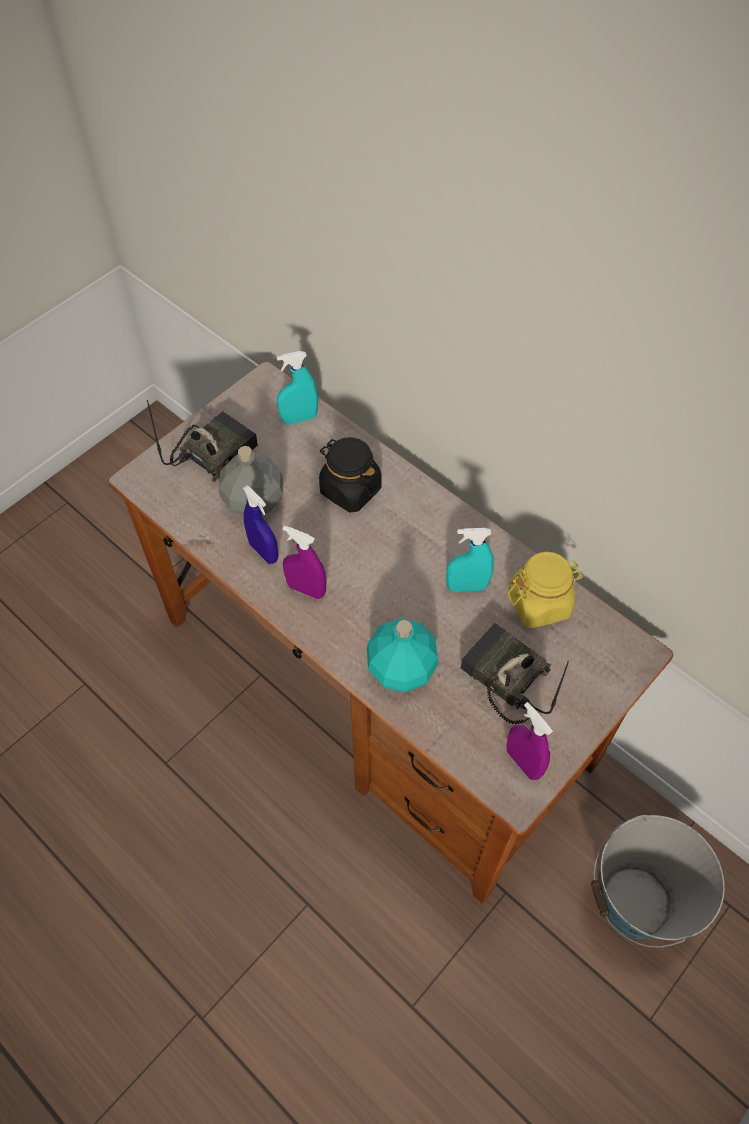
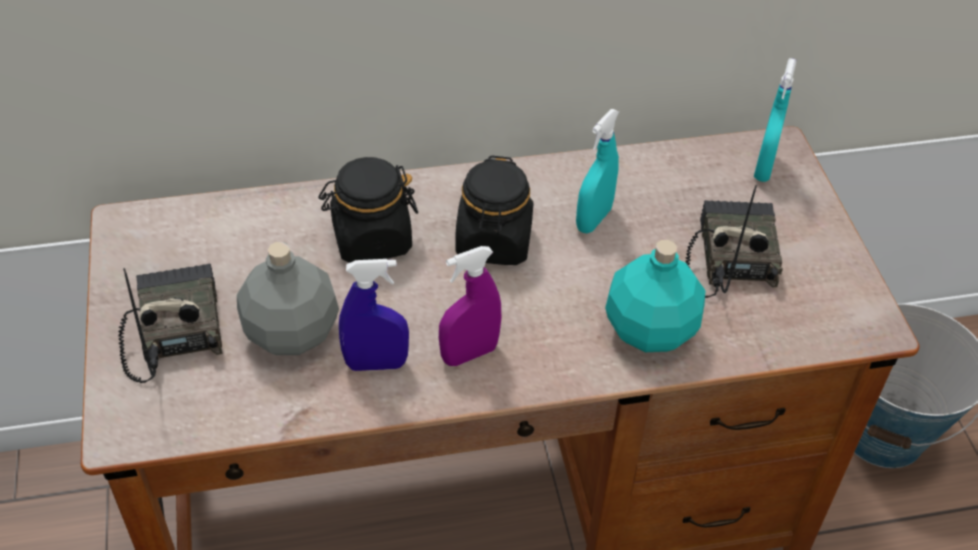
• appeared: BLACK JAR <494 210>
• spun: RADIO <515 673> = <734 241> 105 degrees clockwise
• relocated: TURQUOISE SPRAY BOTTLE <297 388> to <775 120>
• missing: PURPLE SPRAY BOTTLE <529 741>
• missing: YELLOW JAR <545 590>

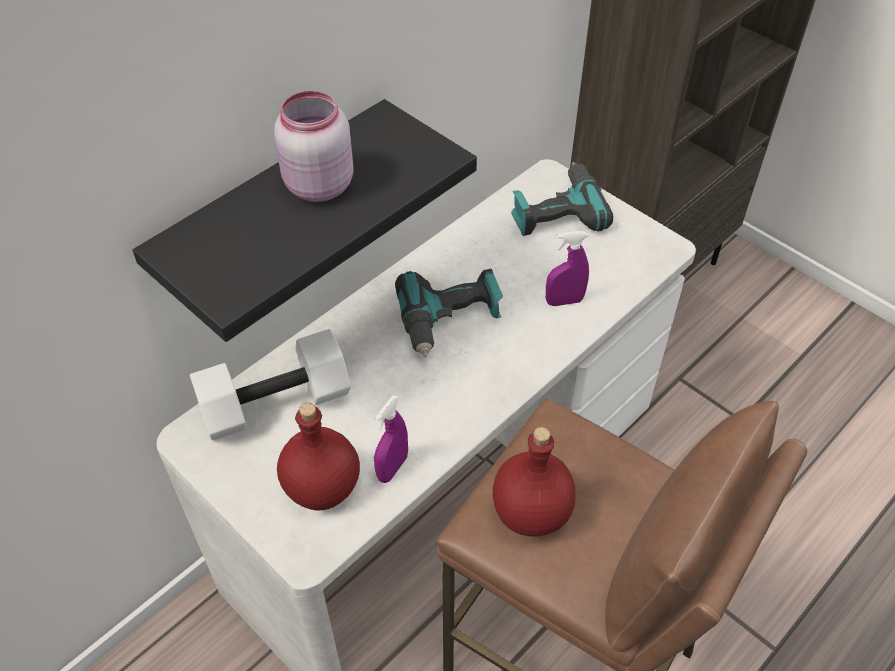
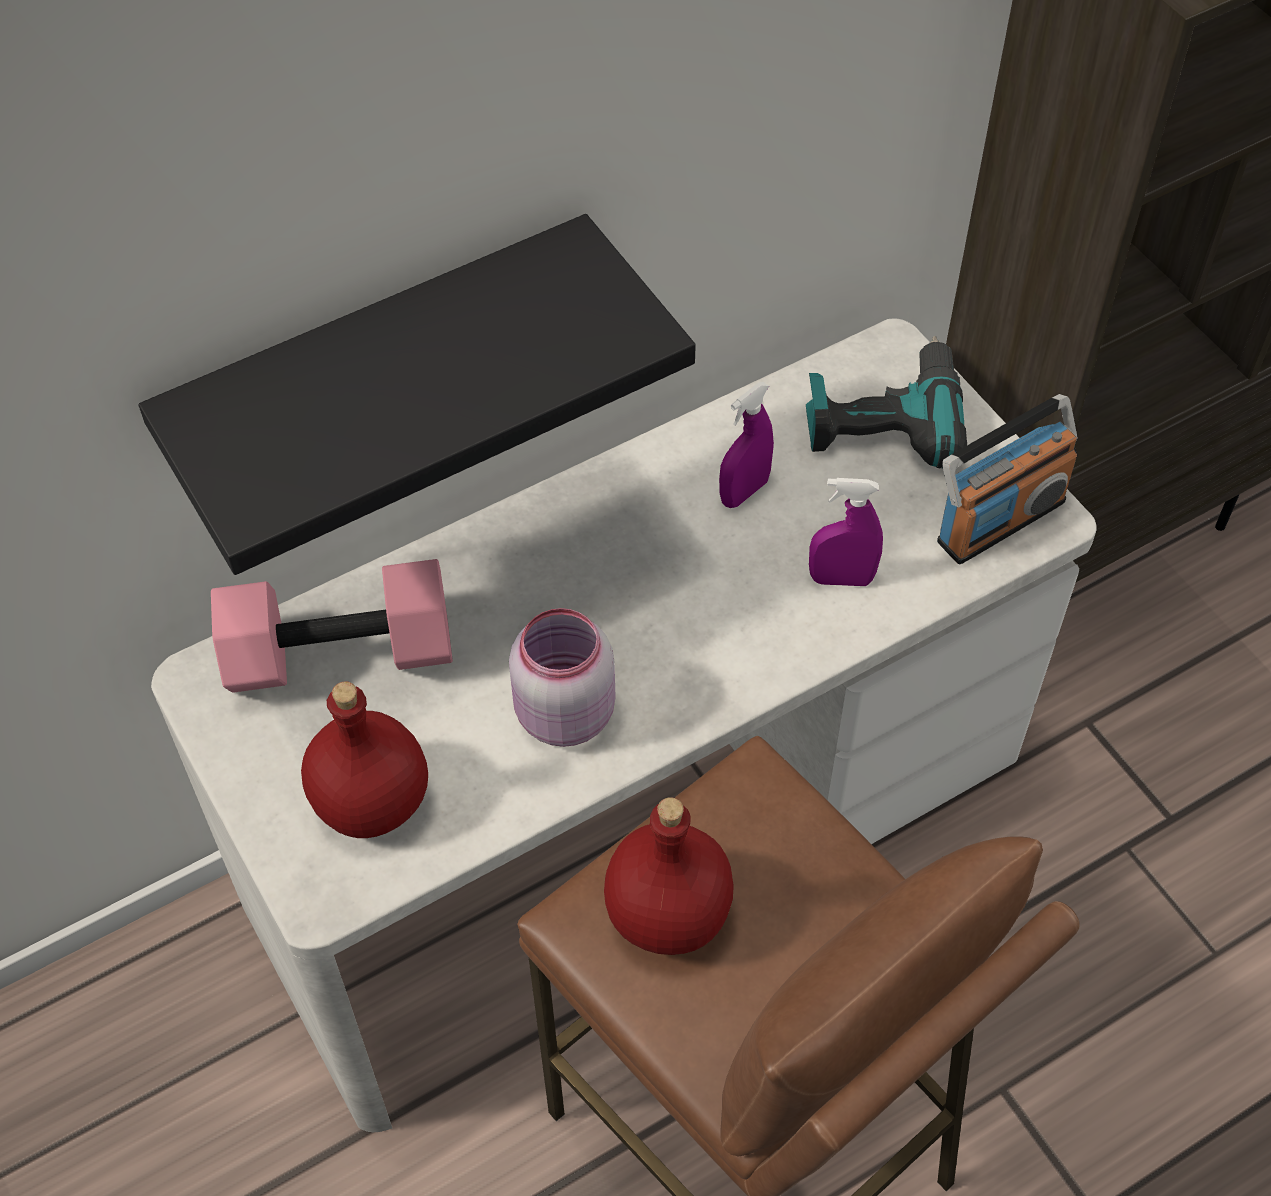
• colour: WHITE DUMBBELL <270 385> to PINK DUMBBELL <332 626>
• relocated: PINK JAR <314 146> to <562 677>
• relocated: PURPLE SPRAY BOTTLE <391 439> to <746 445>
• appeared: RADIO <1007 479>
• missing: POWER DRILL <449 313>

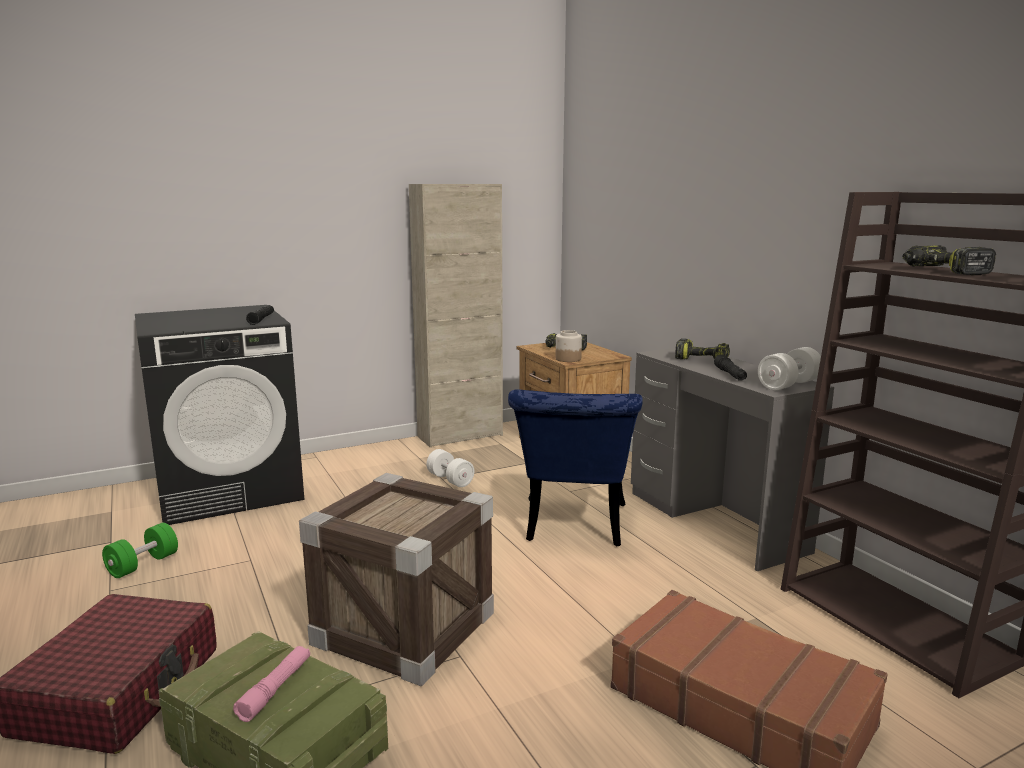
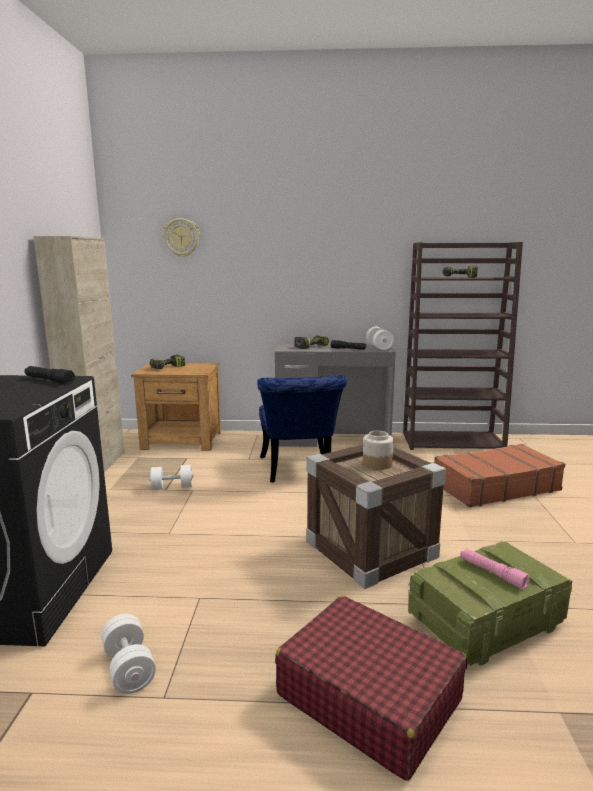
• colour: GREEN DUMBBELL <140 550> to WHITE DUMBBELL <128 654>
• appeared: WALL CLOCK <181 237>
• spun: BLUE CHAIR <575 468> = <302 429> 45 degrees clockwise
• relocated: JAR <569 346> to <378 450>

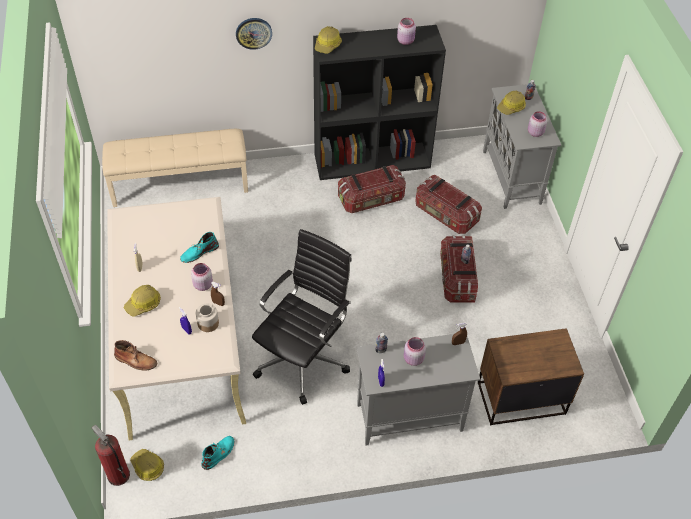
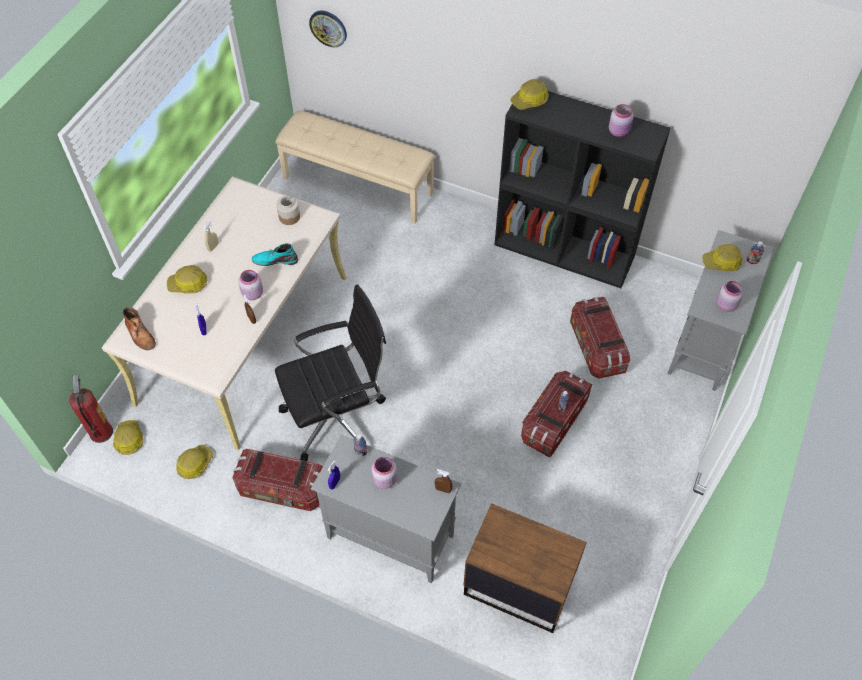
• exchanged: TURQUOISE BOOT <217 453> to HARD HAT <194 461>
• relocated: STORAGE BOX <372 189> to <277 480>
• relocated: JAR <207 318> to <288 210>
• relocated: WALL CLOCK <254 34> to <328 29>

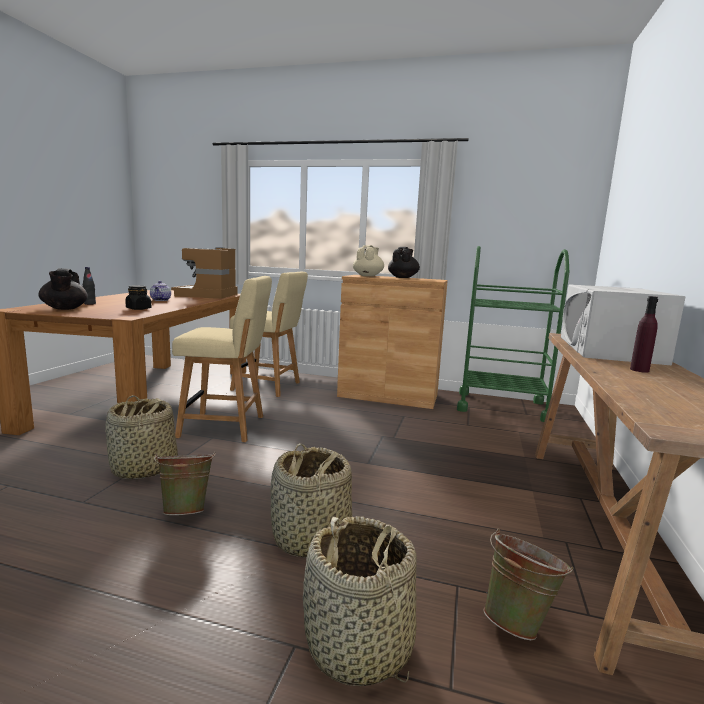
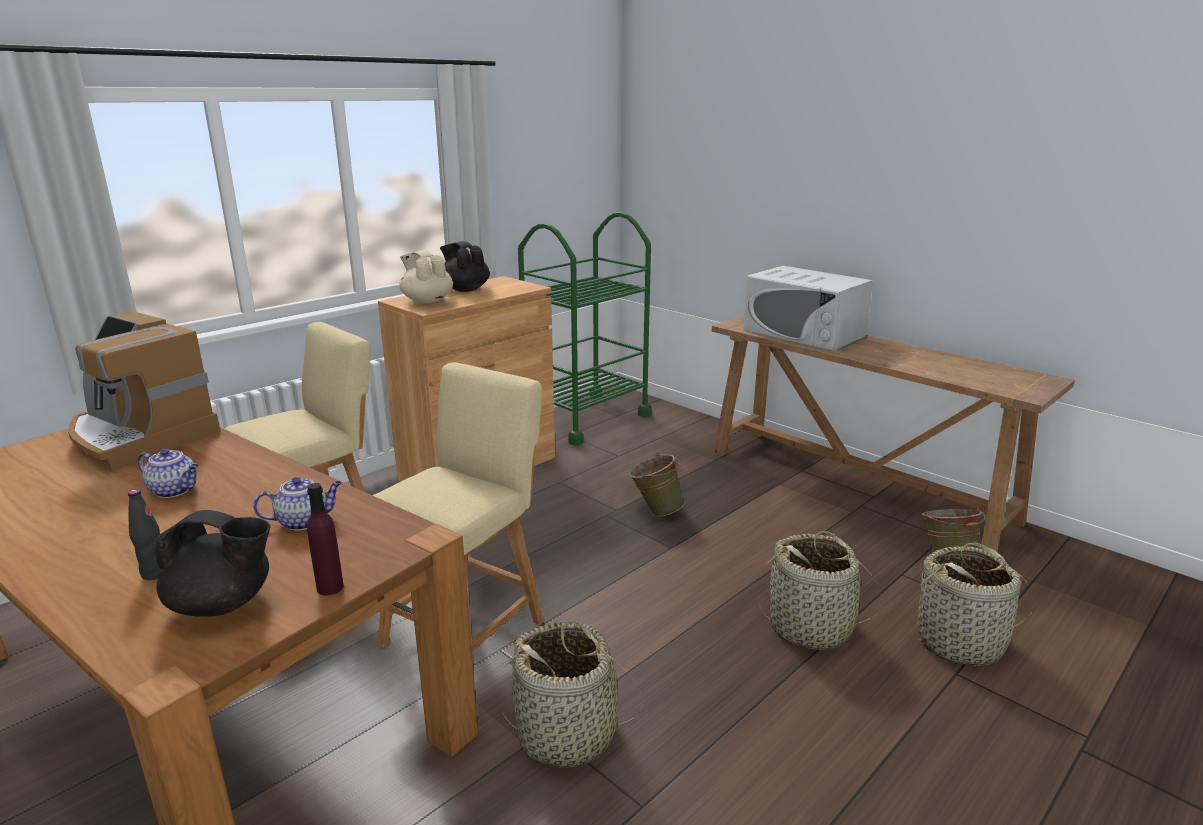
• exchanged: BLACK JAR <138 297> to TEAPOT <297 503>
• relocated: PURPLE BOTTLE <644 334> to <325 539>
• relocated: GREEN BUCKET <184 483> to <657 485>

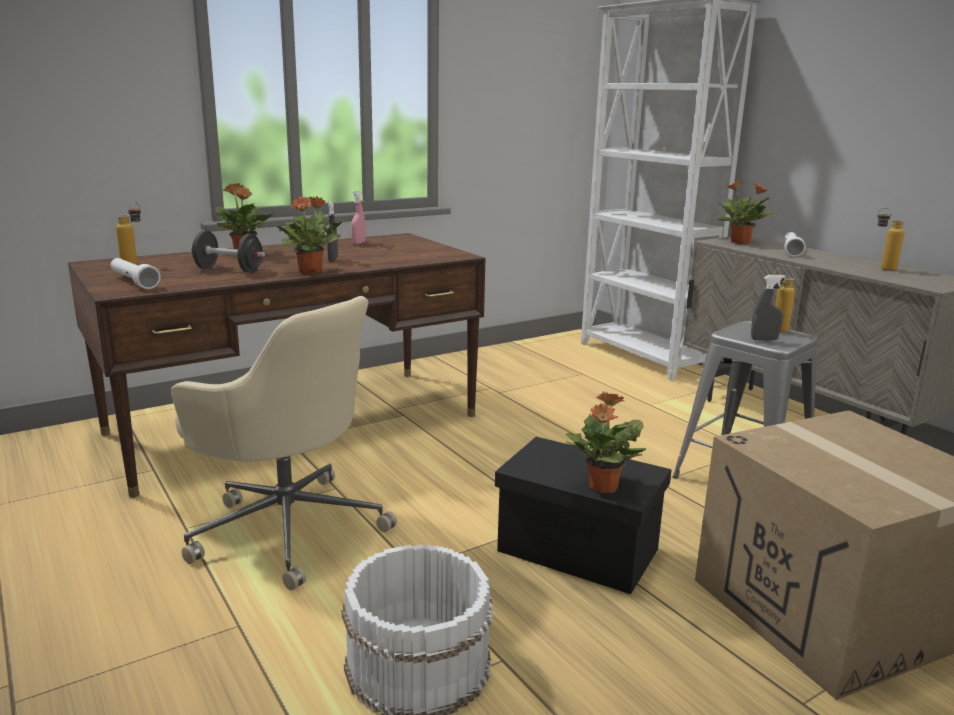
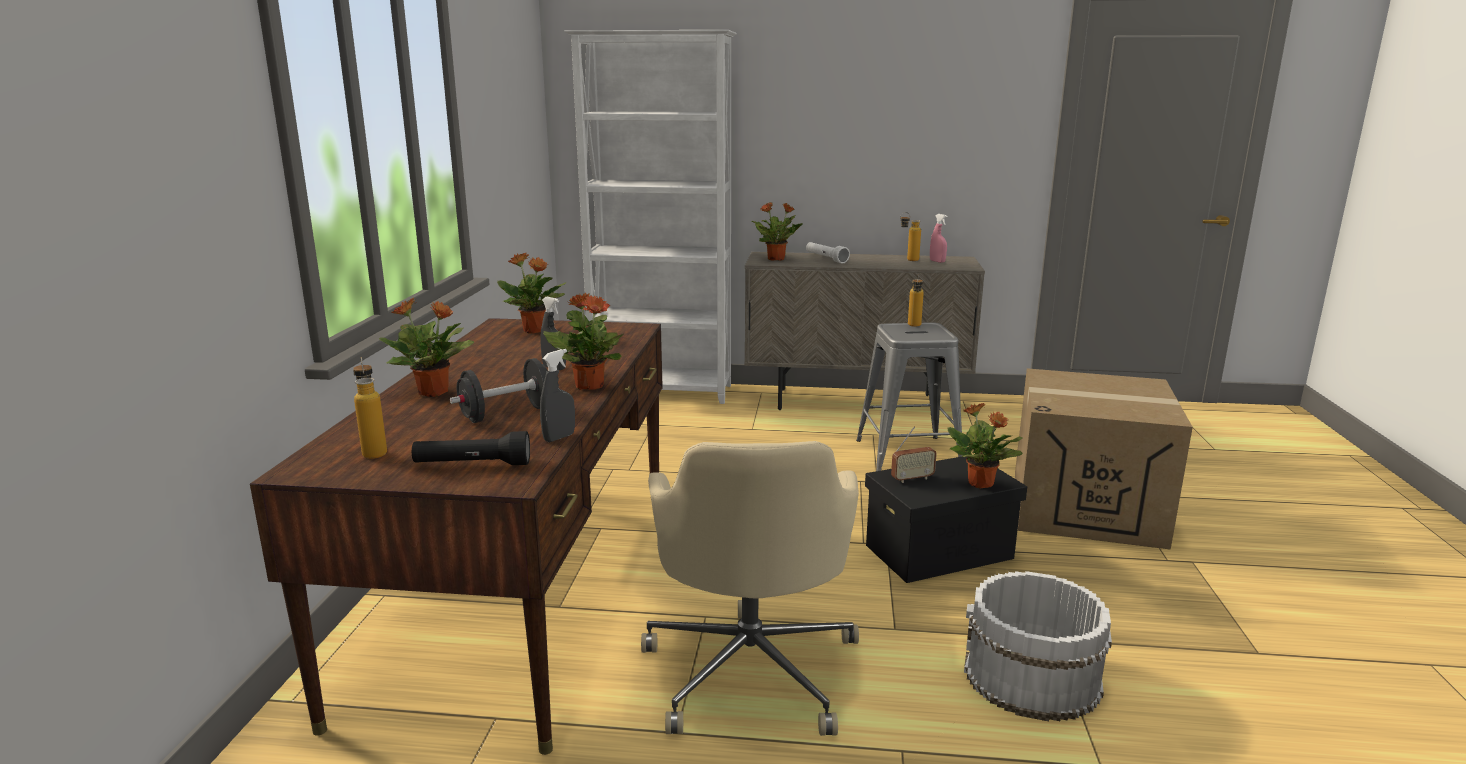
• colour: WHITE FLASHLIGHT <135 273> to BLACK FLASHLIGHT <471 448>
• appeared: POTTED PLANT <531 293>
• relocated: GREY SPRAY BOTTLE <768 308> to <557 395>
• spun: BEIGE OFFICE CHAIR <284 443> = <750 588> 105 degrees clockwise
• appeared: RADIO <914 455>
• relocated: PINK SPRAY BOTTLE <358 217> to <938 238>

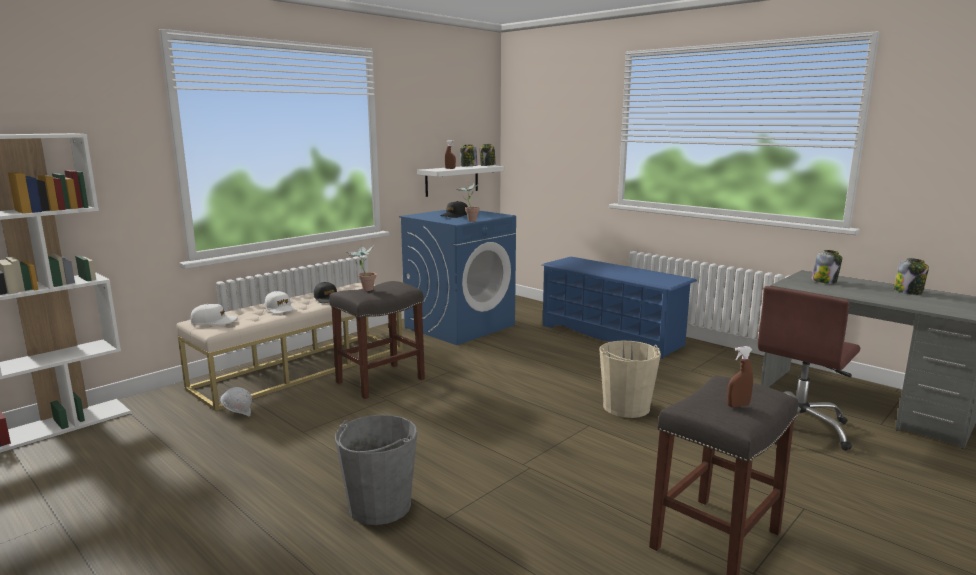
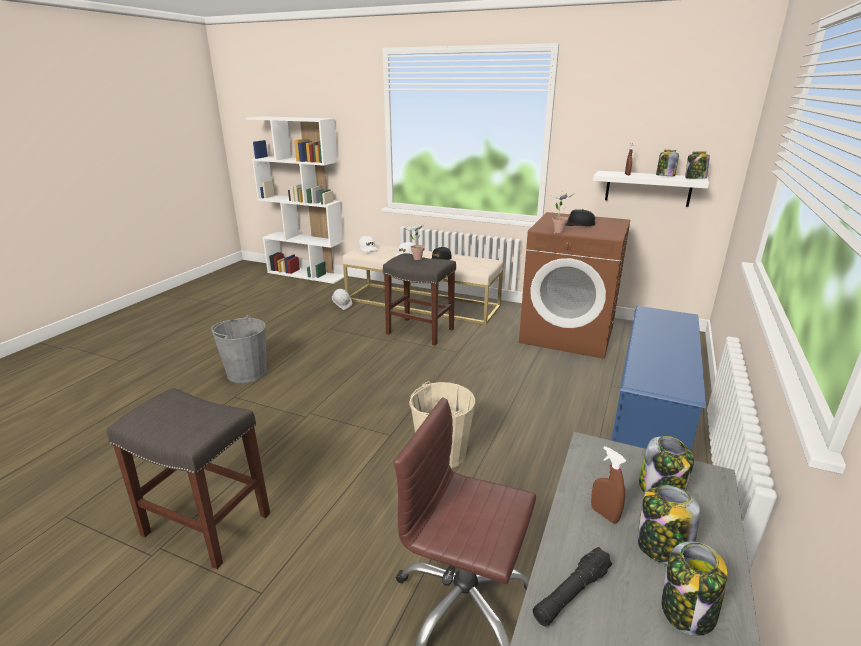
• colour: BLUE WASHING MACHINE <457 277> to BROWN WASHING MACHINE <574 285>
• appeared: BLACK FLASHLIGHT <572 586>
• relocated: BROWN SPRAY BOTTLE <740 376> to <608 484>
• appeared: JAR <668 525>

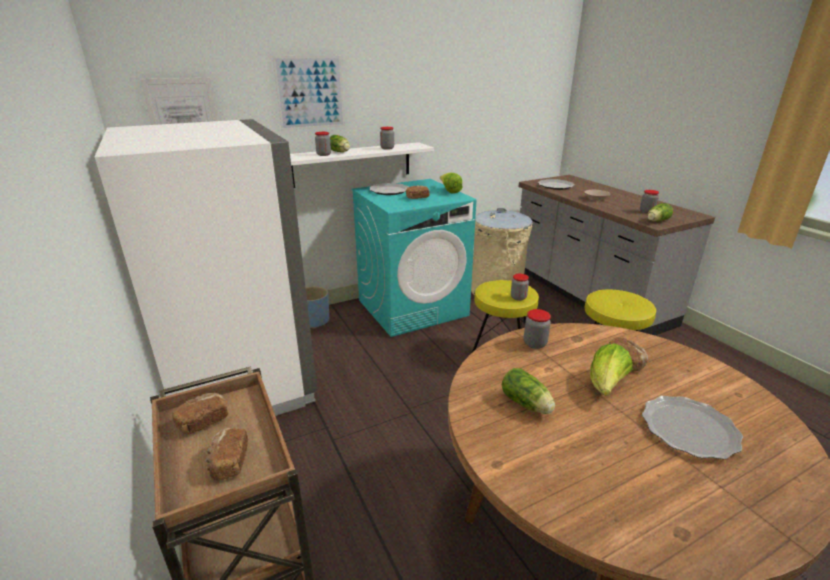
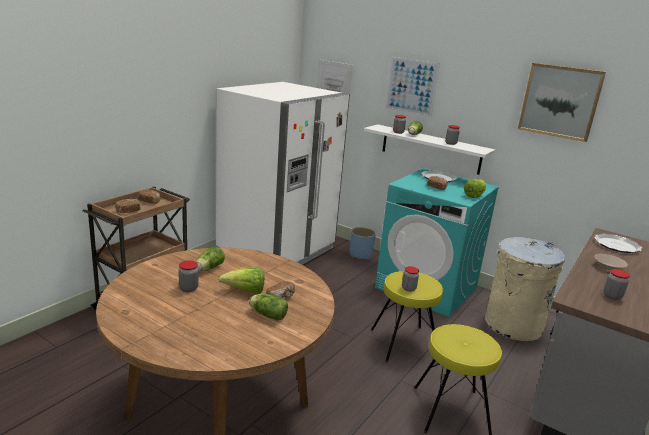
• relocated: JAR <537 329> to <188 276>
• relocated: LETTUCE <660 212> to <268 307>
• appeared: PICTURE <562 102>
• missing: PLATE <692 427>

